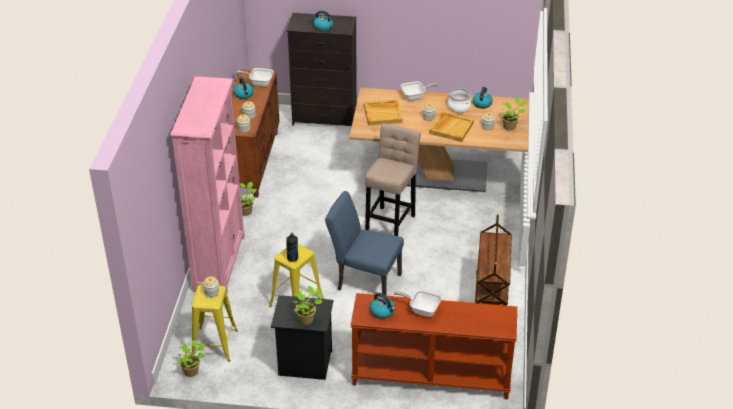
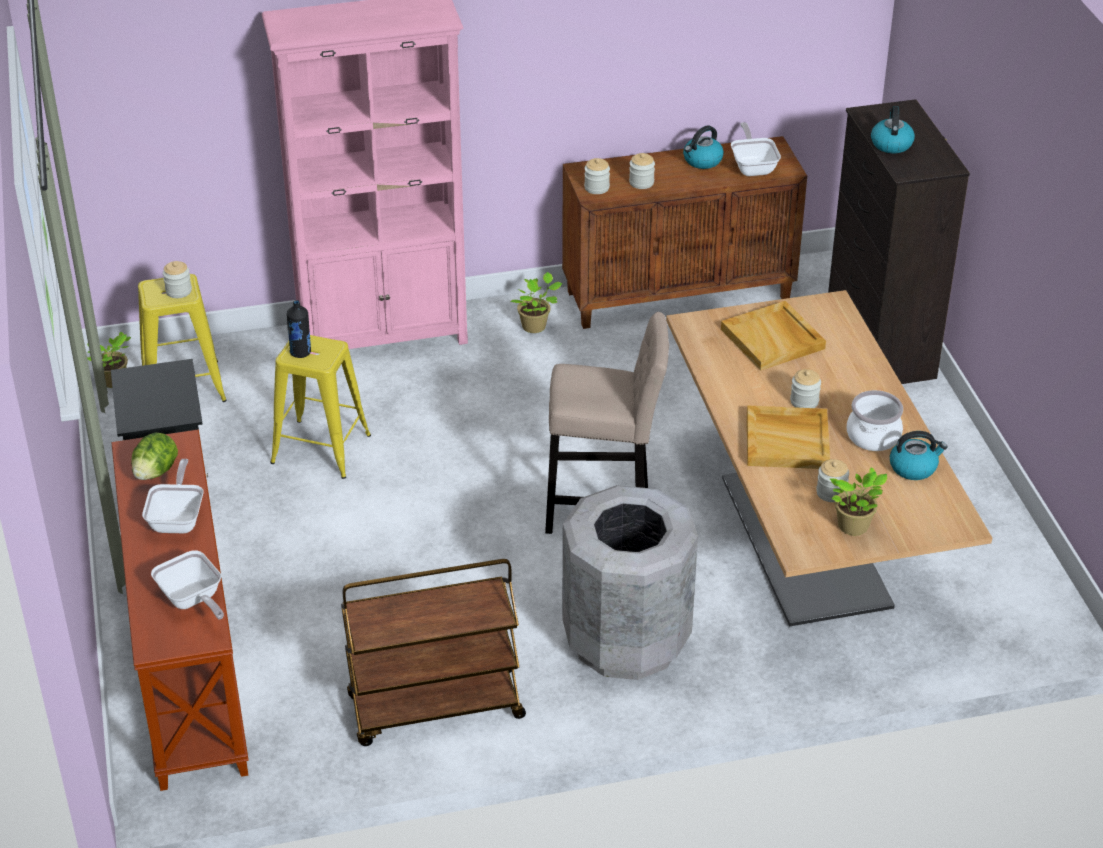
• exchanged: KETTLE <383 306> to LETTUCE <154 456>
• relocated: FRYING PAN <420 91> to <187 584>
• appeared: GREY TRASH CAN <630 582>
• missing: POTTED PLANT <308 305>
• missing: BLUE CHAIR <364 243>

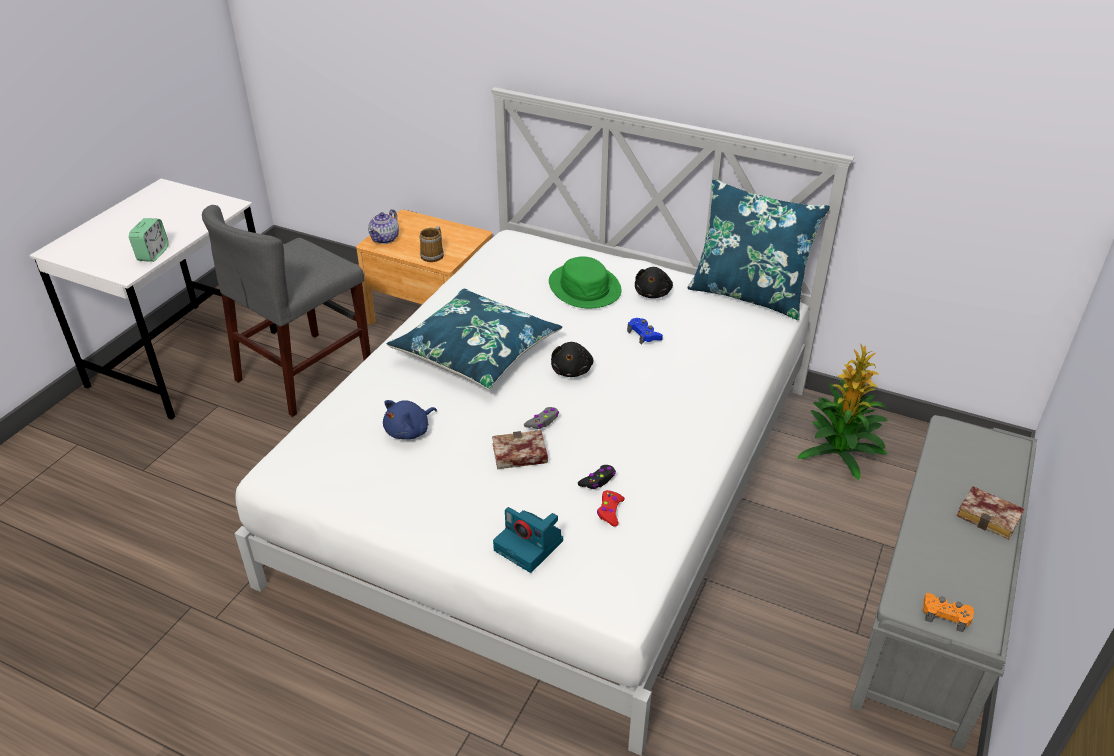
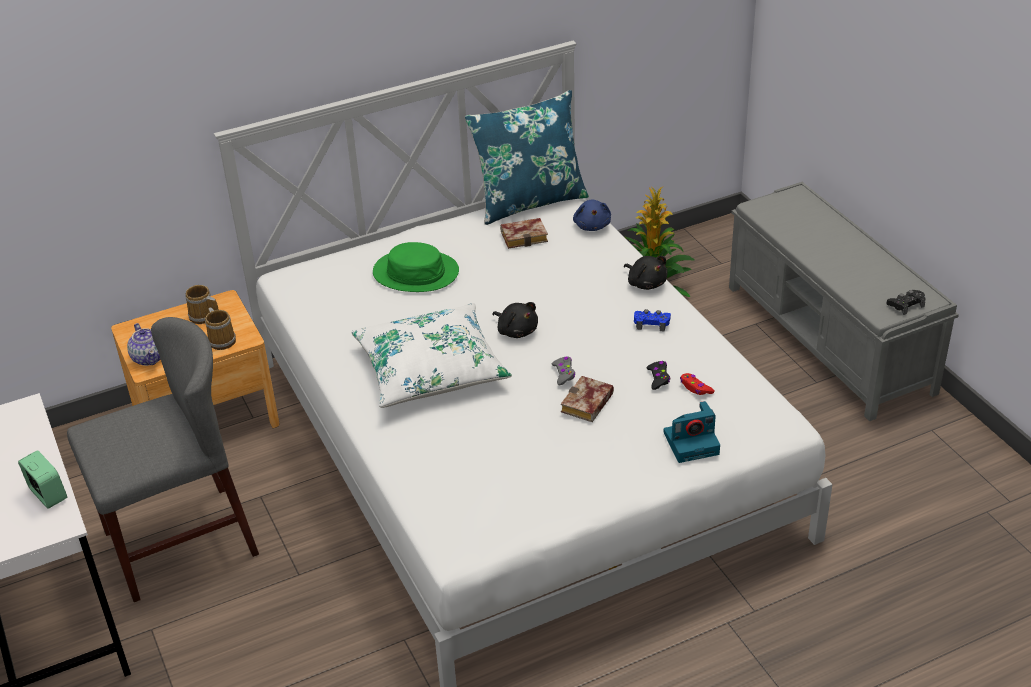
• spun: GREY CHAIR <286 311> = <163 459> 105 degrees counterclockwise
• appeared: MUG <202 304>
• colour: BLUE PILLOW <474 339> to WHITE PILLOW <431 355>
• relocated: BOOK <990 513> to <524 233>
• relocated: BLUE PLUSH TOY <410 419> to <592 215>
• relocated: BLACK PLUSH TOY <654 282> to <646 273>
• relocated: BLUE GAME CONTROLLER <645 331> to <652 320>
• colour: ORANGE GAME CONTROLLER <948 612> to BLACK GAME CONTROLLER <906 302>

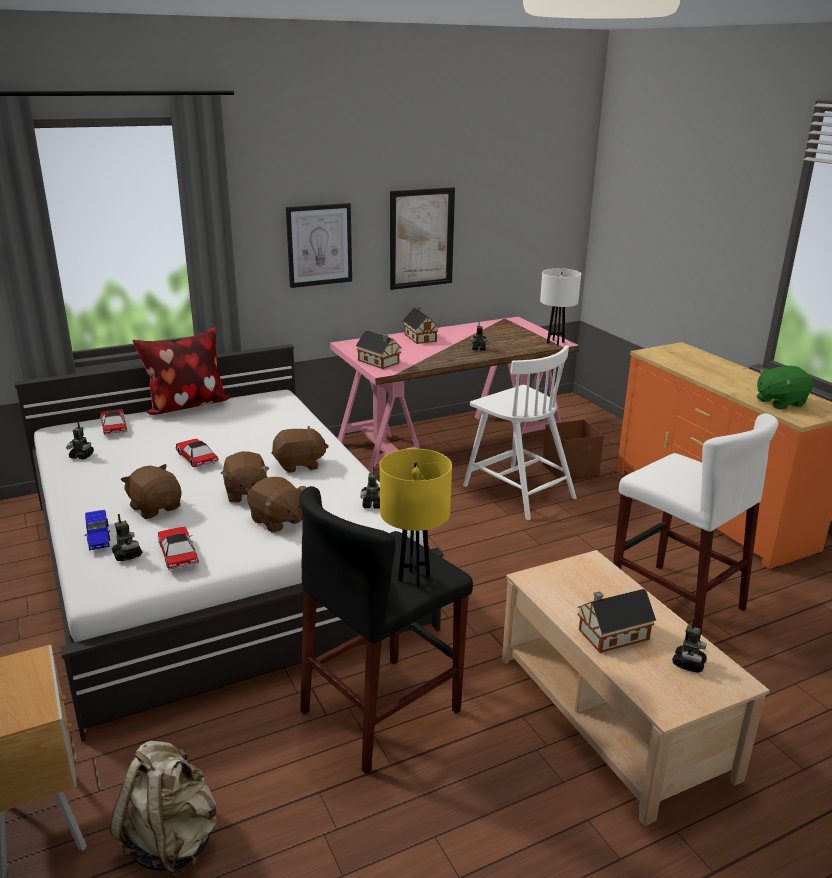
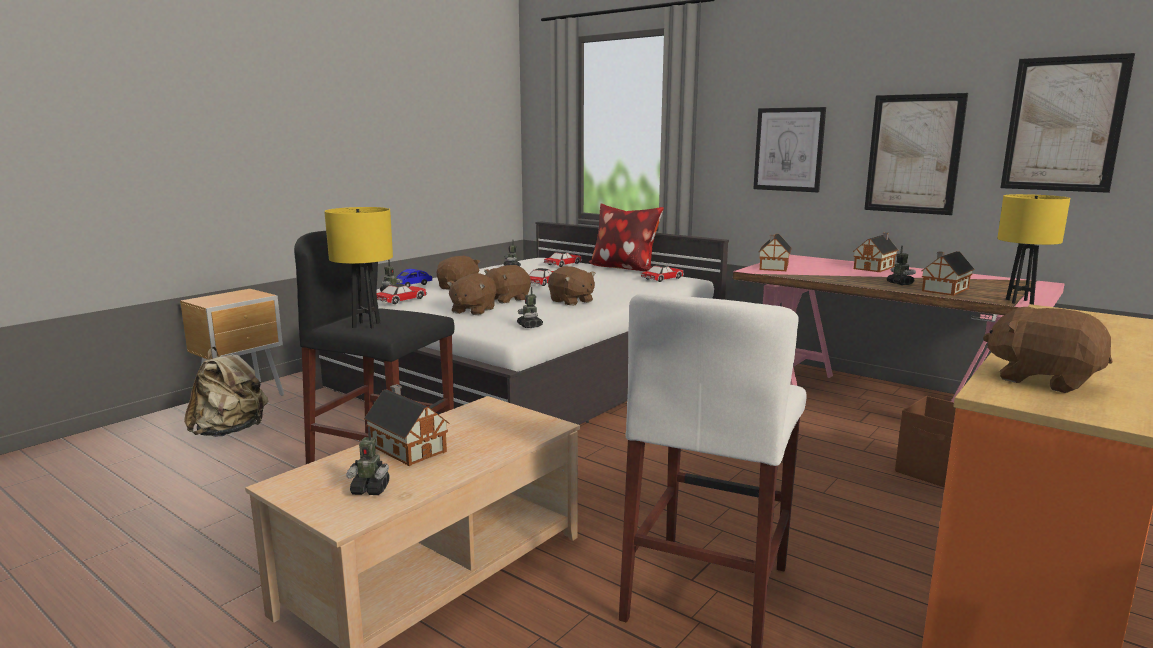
• appeared: TOY CAR <662 273>
• appeared: TOY HOUSE <948 273>
• colour: GREEN PLUSH TOY <785 387> to BROWN PLUSH TOY <1047 350>
• colour: WHITE TABLE LAMP <560 307> to YELLOW TABLE LAMP <1033 249>
• appeared: PICTURE <1067 123>
• missing: WHITE CHAIR <520 432>

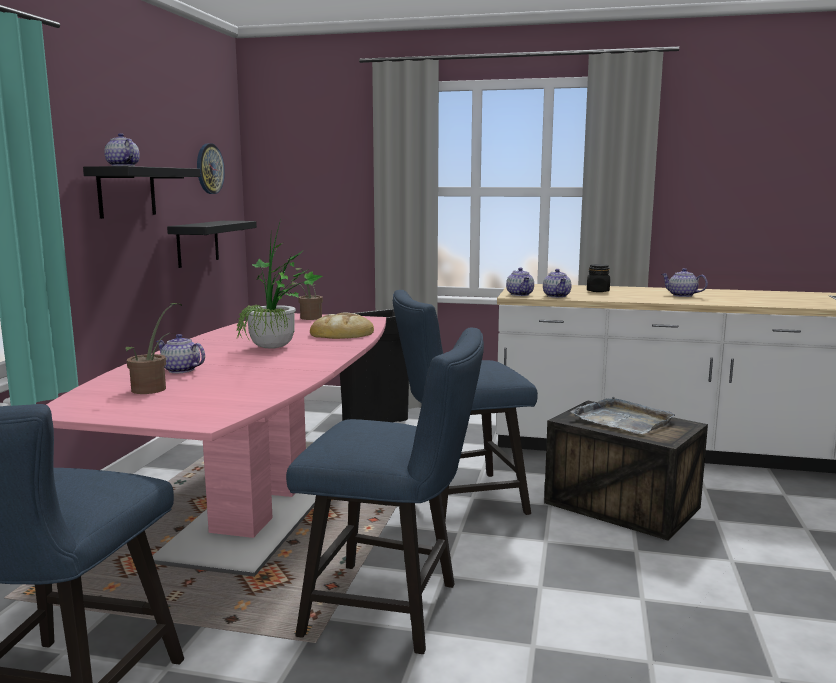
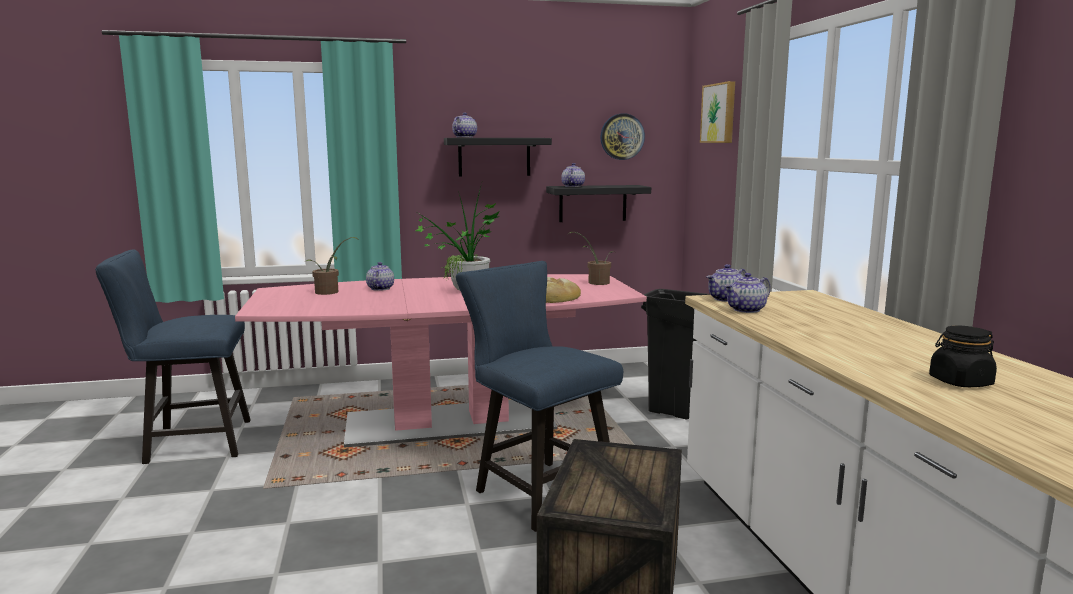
• relocated: TEAPOT <684 282> to <573 175>
• appeared: PICTURE <717 112>
• relocated: BLACK JAR <598 278> to <963 356>
• missing: BLUE CHAIR <385 491>
• missing: GREY TRAY <623 415>

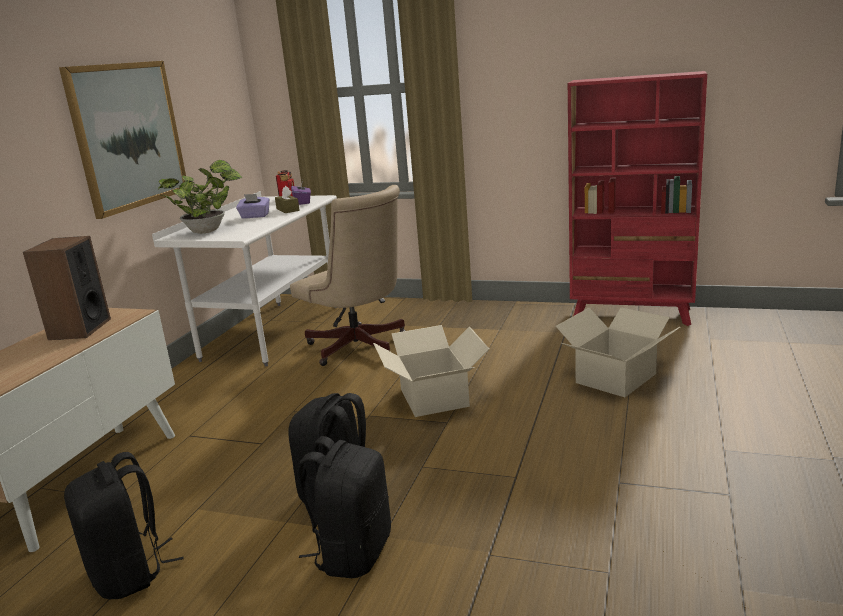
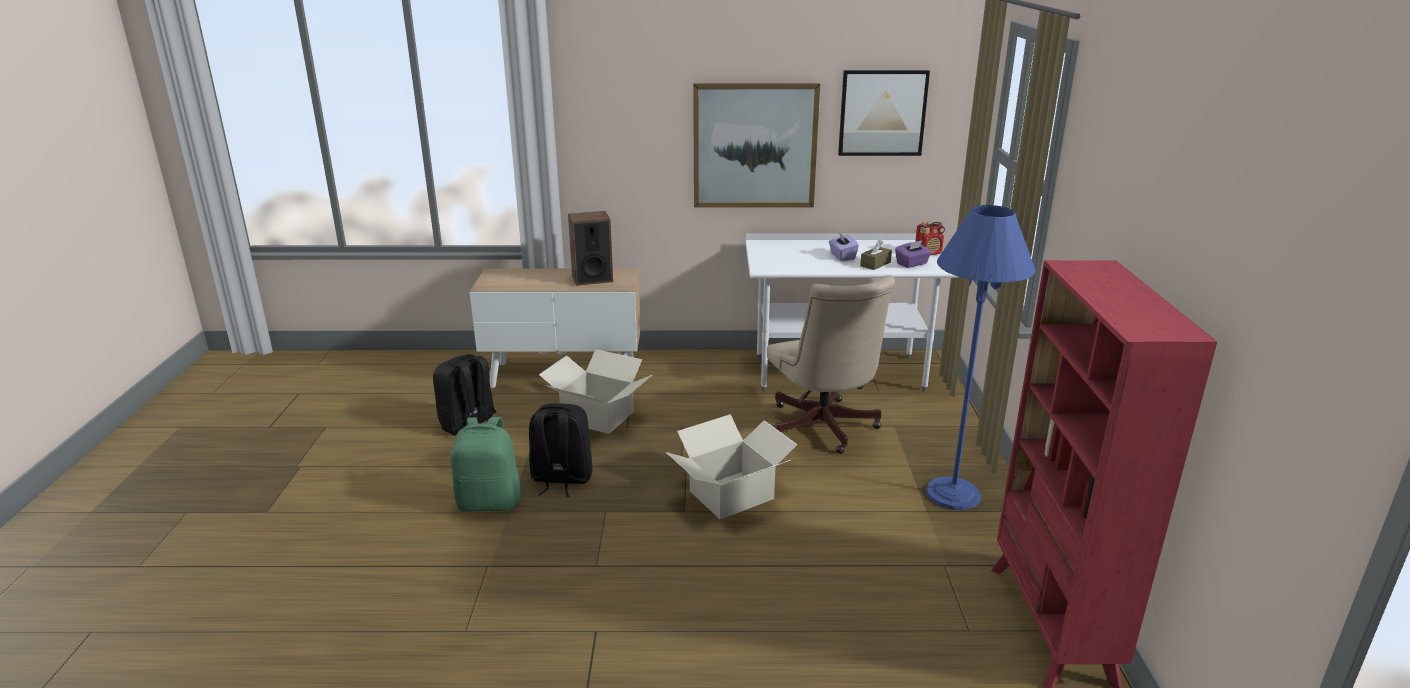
• colour: BLACK BACKPACK <344 507> to GREEN BACKPACK <485 464>
• relocated: CARDBOARD BOX <618 352> to <595 391>
• spun: BEIGE OFFICE CHAIR <348 275> = <831 364> 45 degrees counterclockwise
• appeared: PICTURE <884 113>
• appeared: BLUE FLOOR LAMP <981 357>
• missing: POTTED PLANT <200 197>

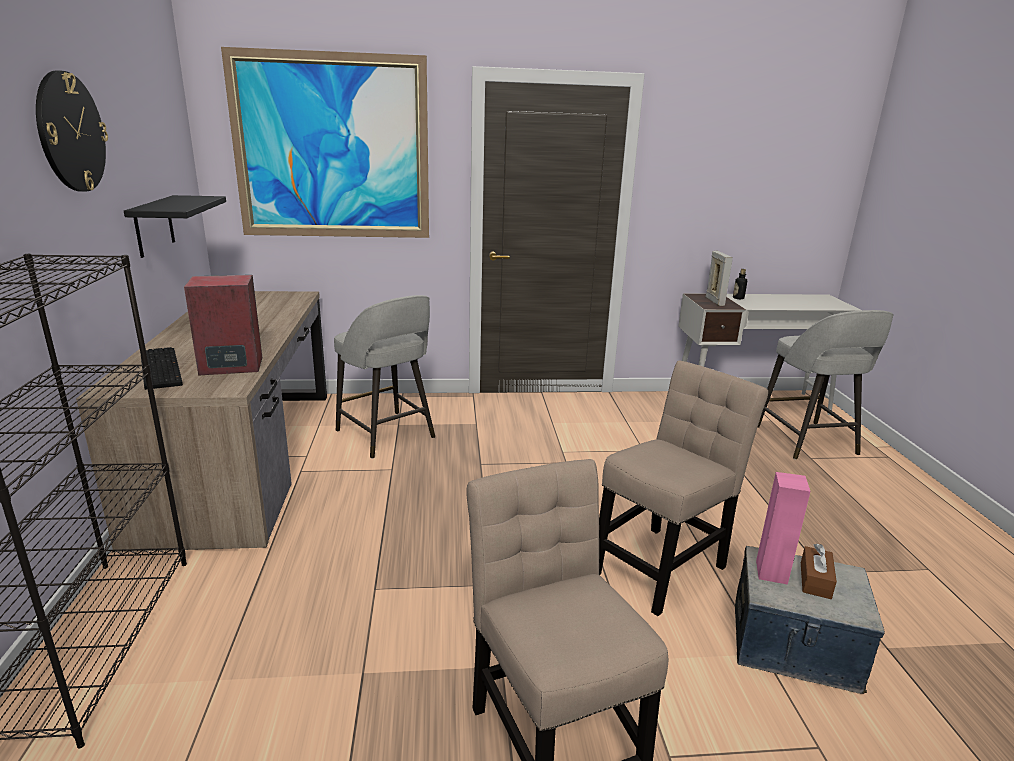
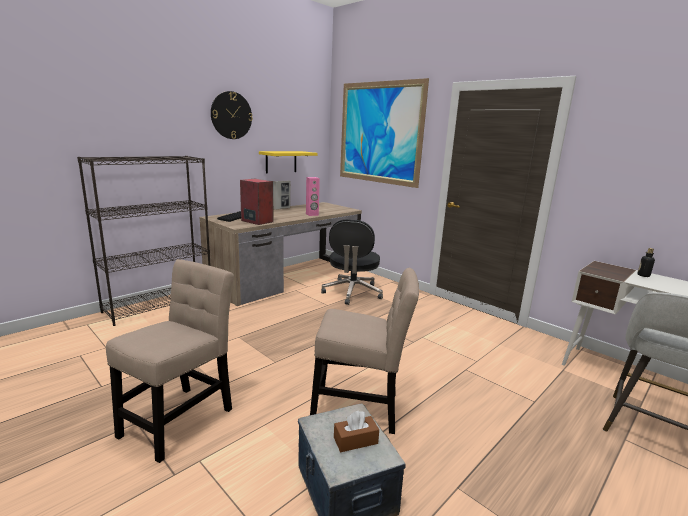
• colour: BLACK SHELF <175 226> to YELLOW SHELF <288 162>
• relocated: PICTURE FRAME <719 278> to <281 195>
• relocated: PINK SPEAKER <783 528> to <313 196>
• exchanged: GREY STOOL <384 376> to BLACK OFFICE CHAIR <352 262>

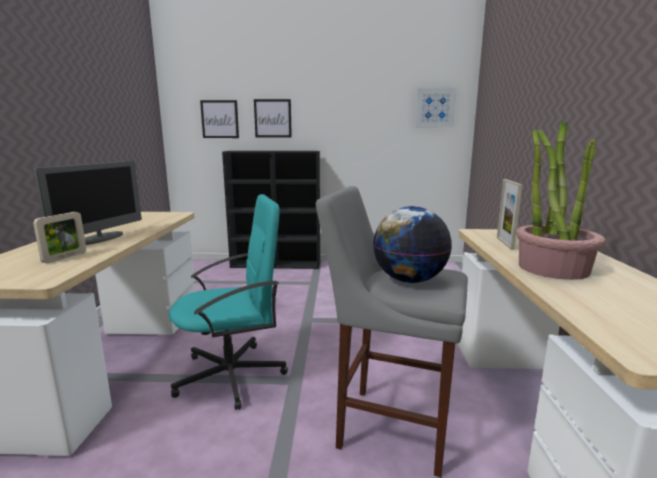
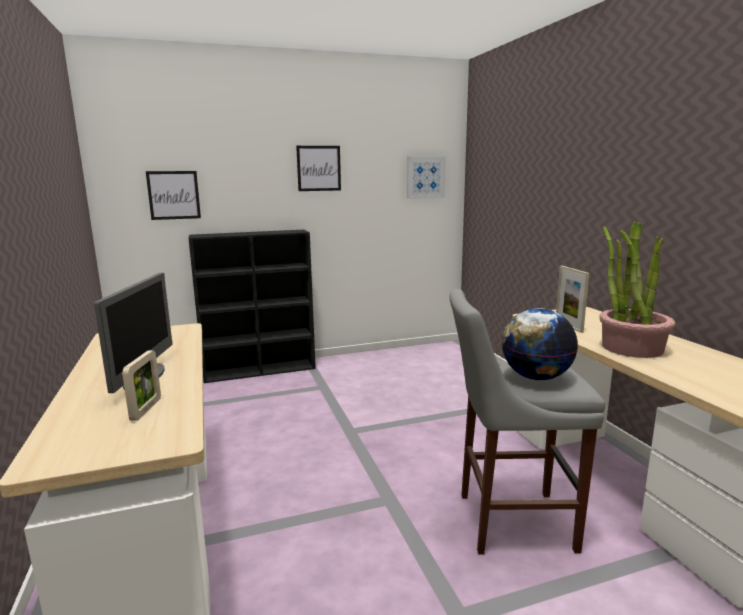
• relocated: PICTURE <273 118> to <318 168>
• missing: TURQUOISE OFFICE CHAIR <228 302>

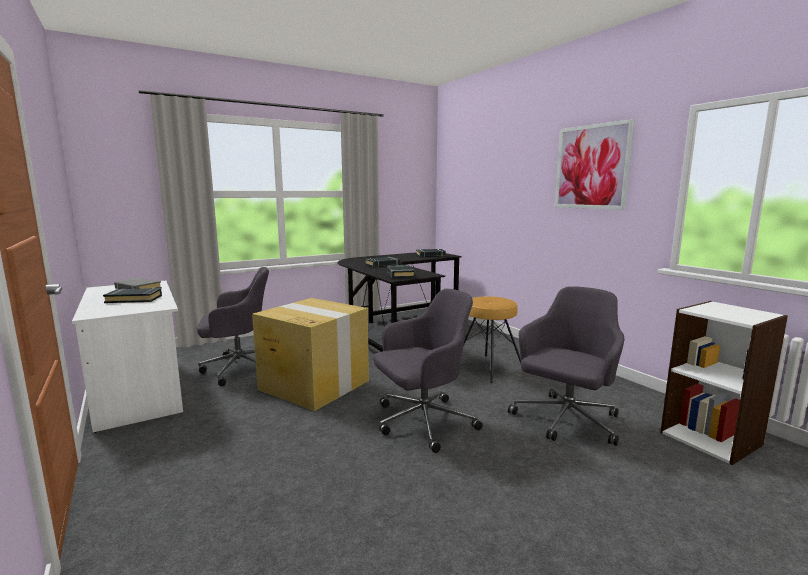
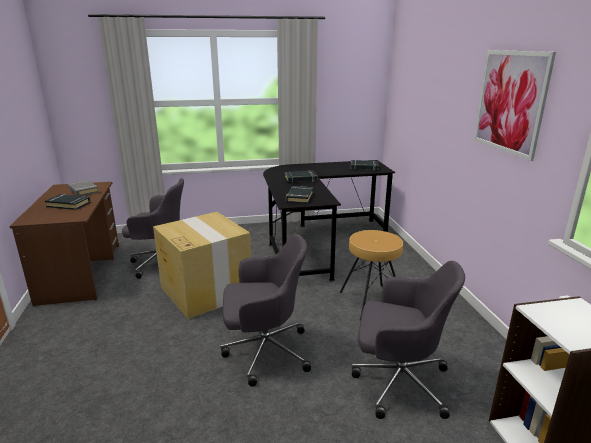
• colour: WHITE DESK <127 357> to BROWN DESK <64 244>
• spun: GREY OFFICE CHAIR <566 366> = <408 340> 45 degrees clockwise

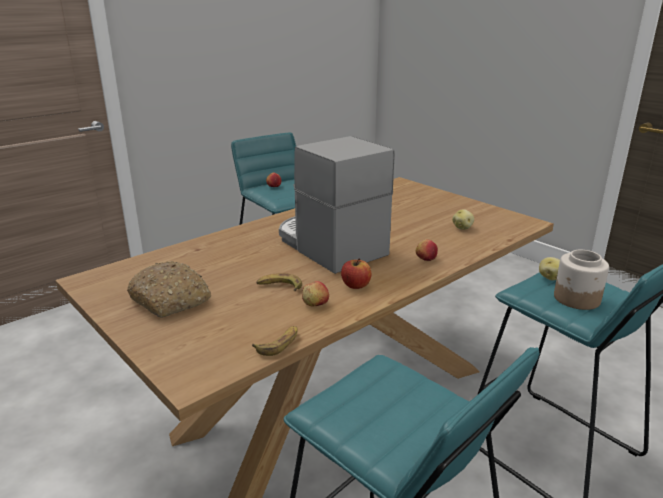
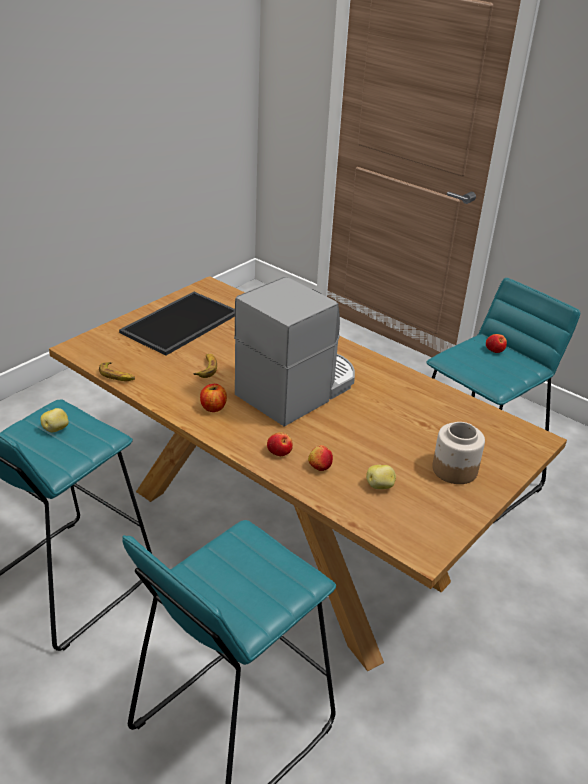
• relocated: POTATO <549 269> to <55 420>
• exchanged: BREAD <169 289> to TRAY <177 324>
• relocated: APPLE <315 293> to <320 458>
• relocated: JAR <581 280> to <458 453>

